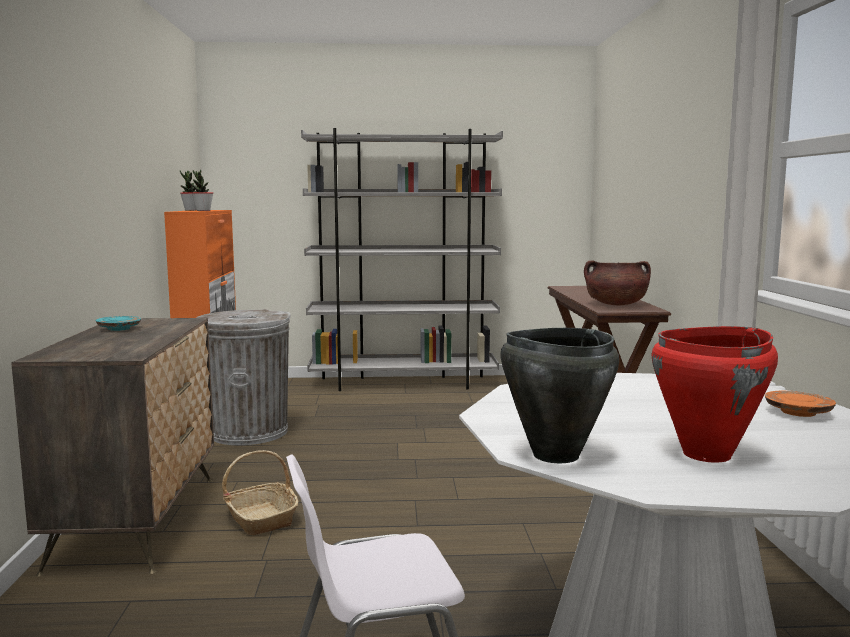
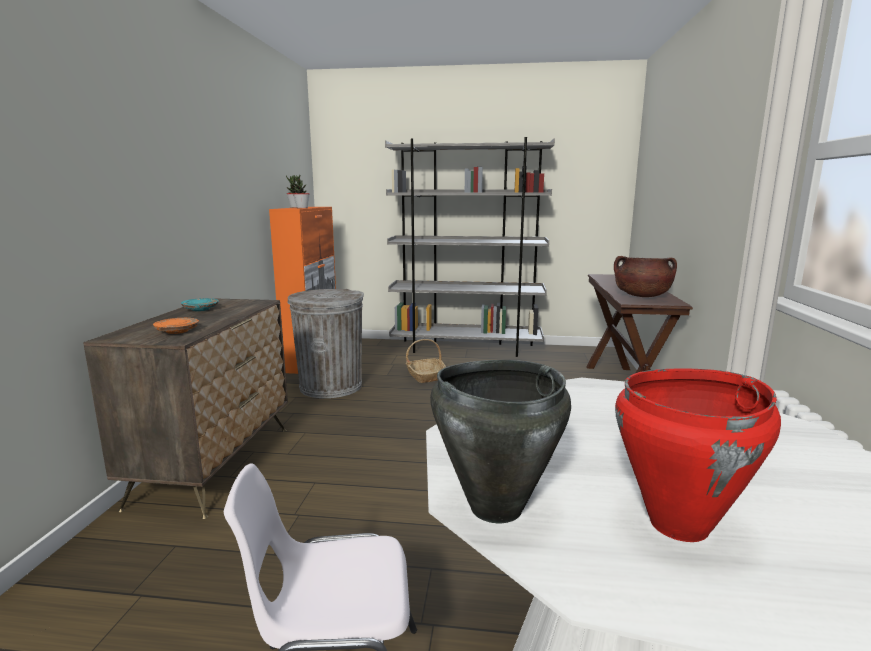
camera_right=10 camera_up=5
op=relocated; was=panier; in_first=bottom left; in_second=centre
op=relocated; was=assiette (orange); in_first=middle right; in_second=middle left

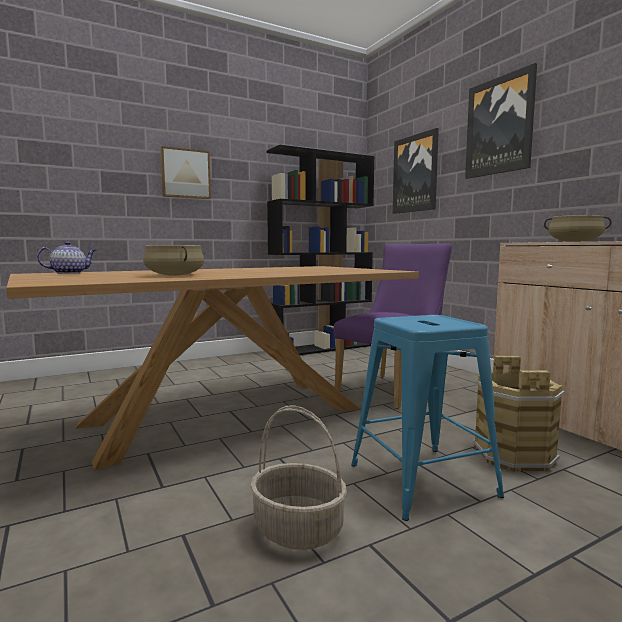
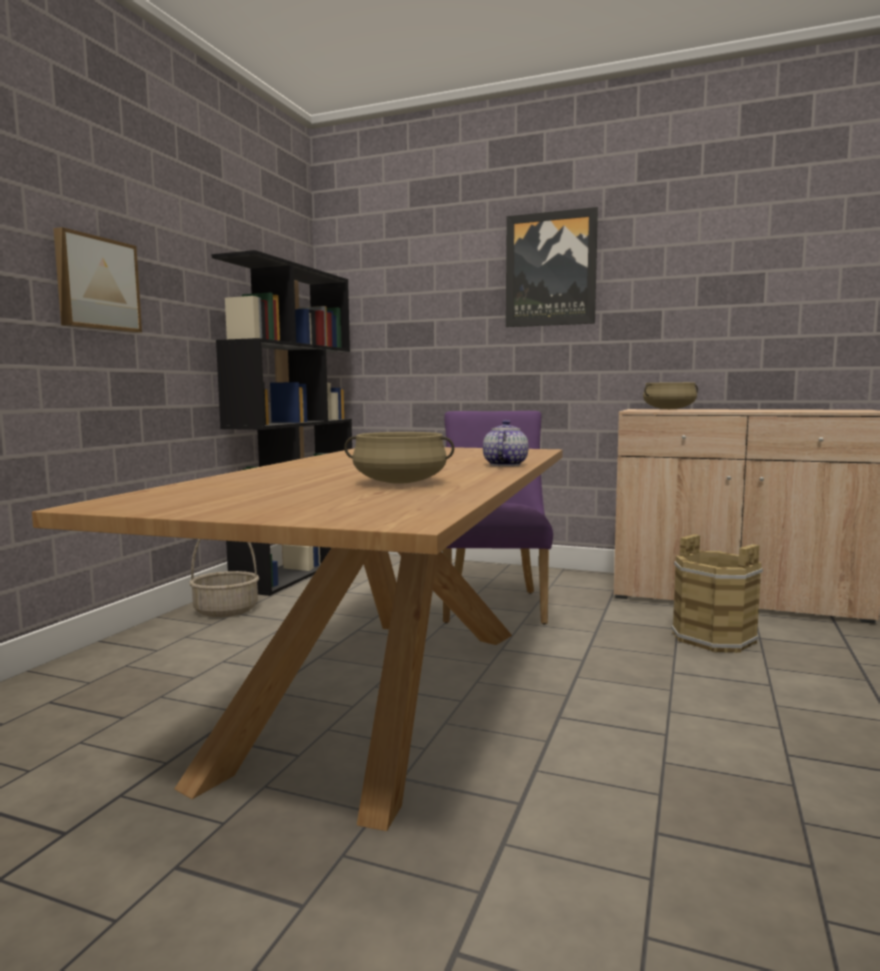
camera_right=-40 camera_up=0
op=relocated; was=théière; in_first=middle left; in_second=centre
op=relocated; was=panier; in_first=bottom centre; in_second=middle left
op=missing; was=tabouret (bleu); in_first=bottom right
op=missing; was=tableau (no. 2 from left); in_first=top right

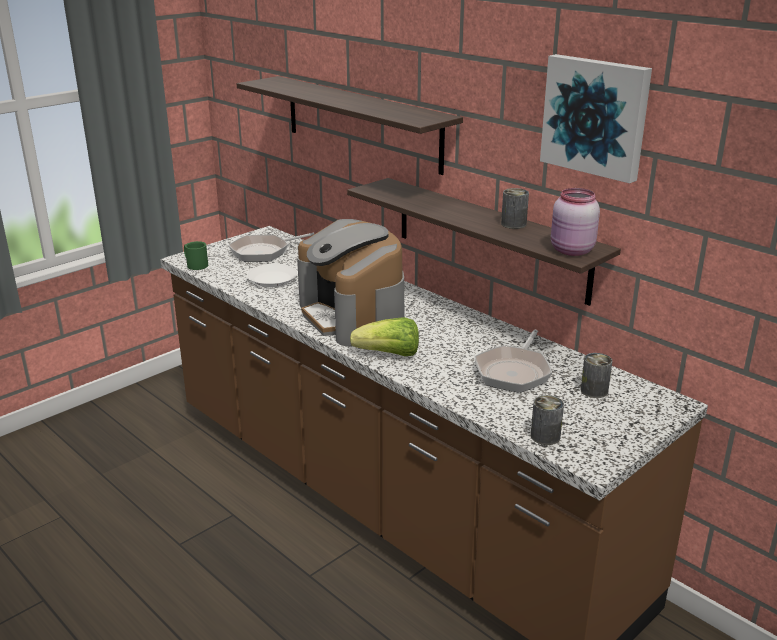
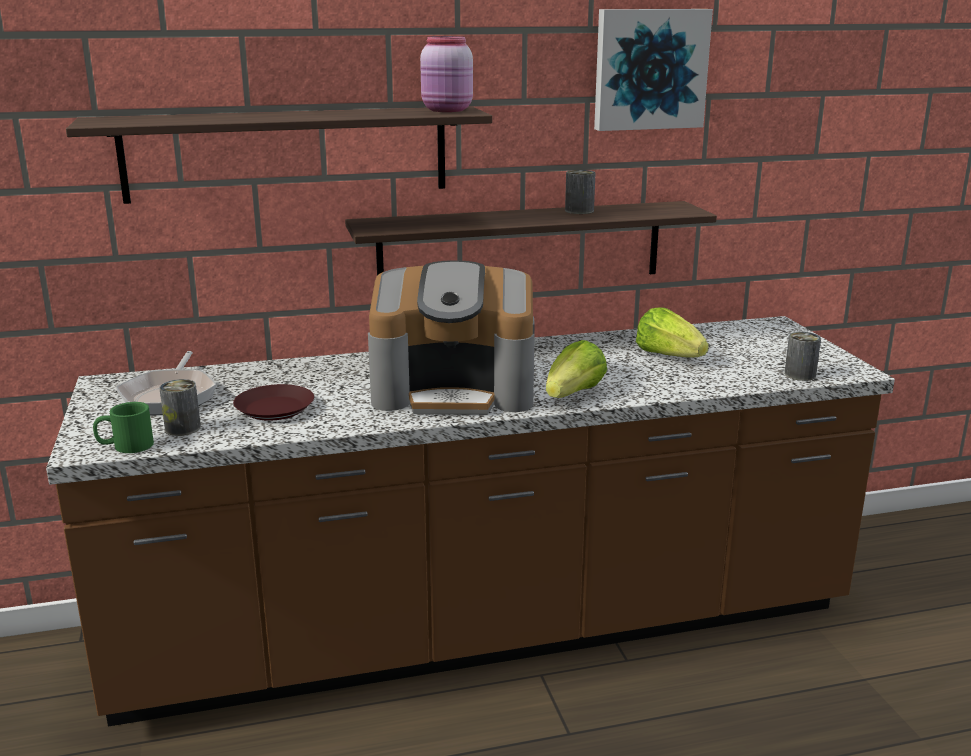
camera_right=-60 camera_up=-5
op=colour; was=assiette (blanc); now=assiette (marron); in_first=centre; in_second=middle left
op=exchanged; was=poêle (no. 2 from left); now=laitue (no. 2 from left); in_first=centre; in_second=middle right
op=relocated; was=bocal (rose); in_first=middle right; in_second=top centre
op=relocated; was=boîte métallique (no. 3 from left in the first image); now=boîte métallique (no. 1 from left); in_first=middle right; in_second=middle left

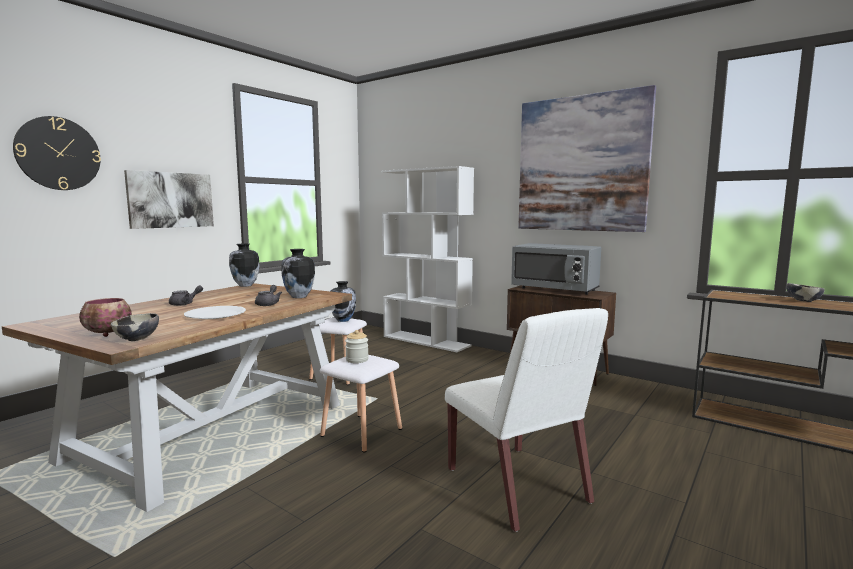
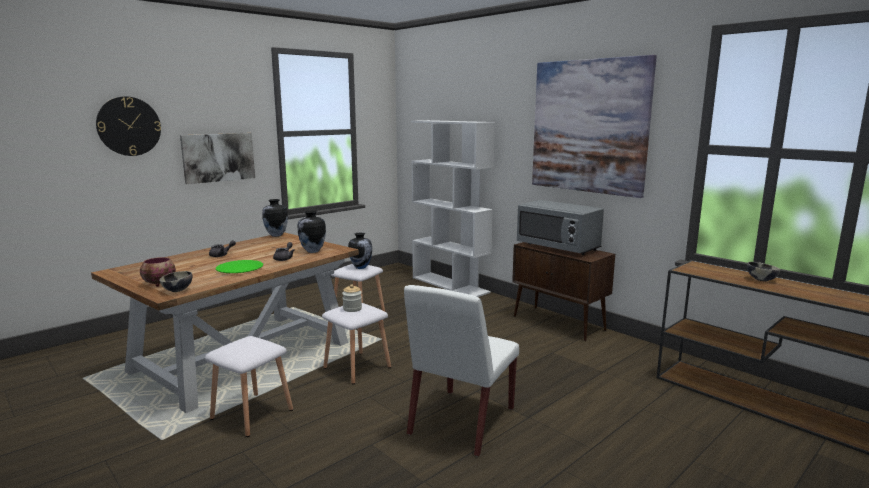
camera_right=10 camera_up=5
op=colour; was=assiette (blanc); now=assiette (vert); in_first=middle left; in_second=middle left
op=spun; was=chaise (blanc); in_first=bottom centre; in_second=bottom centre; clockwise=45
op=appeared; now=tabouret (blanc) (no. 1 from left); in_second=bottom left

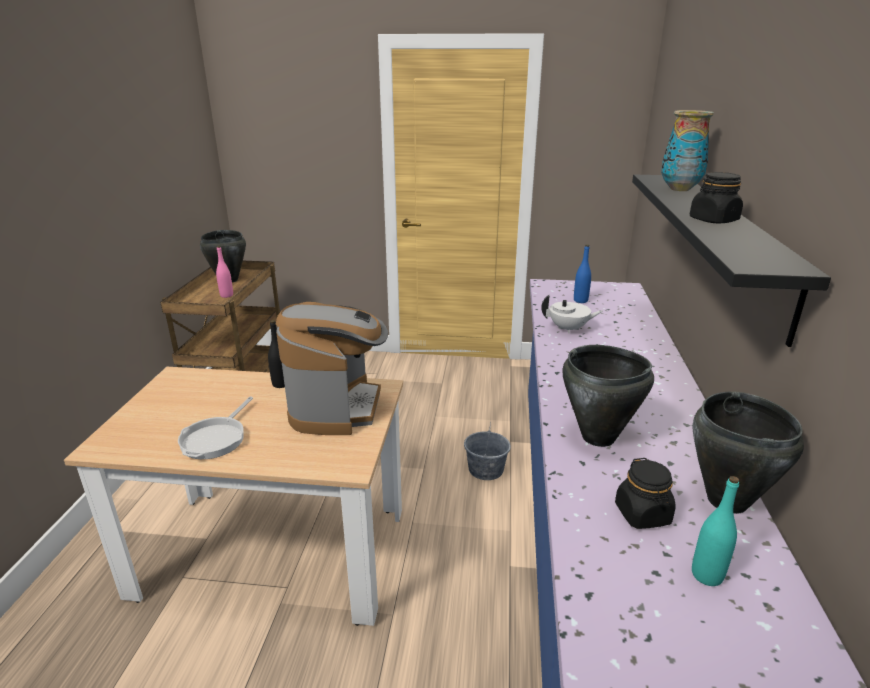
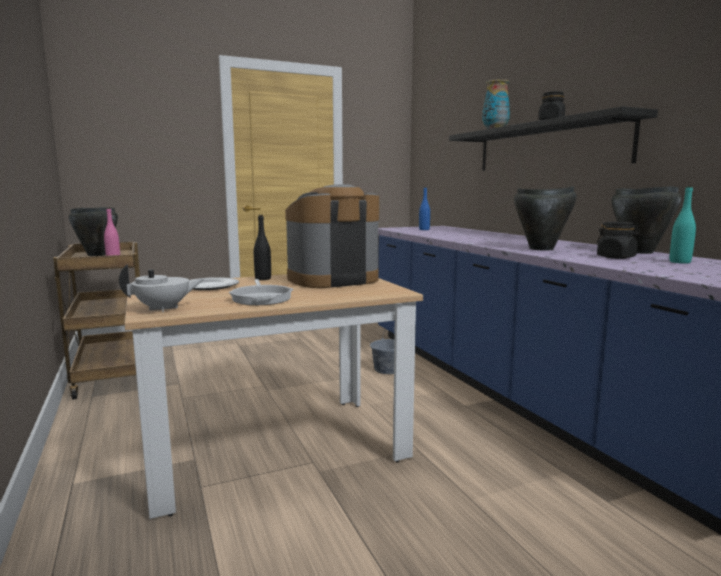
camera_right=-30 camera_up=-15
op=spun; was=machine à café; in_first=centre; in_second=centre; clockwise=-90
op=relocated; was=théière (blanc); in_first=centre; in_second=middle left
op=appeared; now=assiette; in_second=middle left

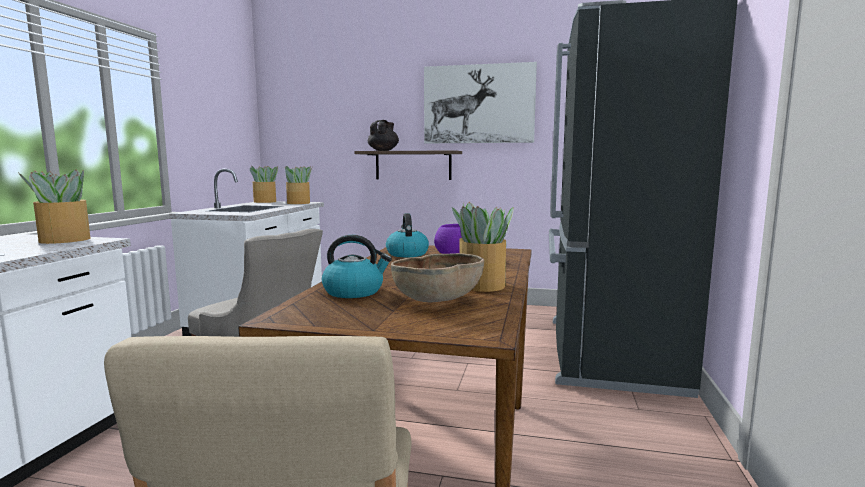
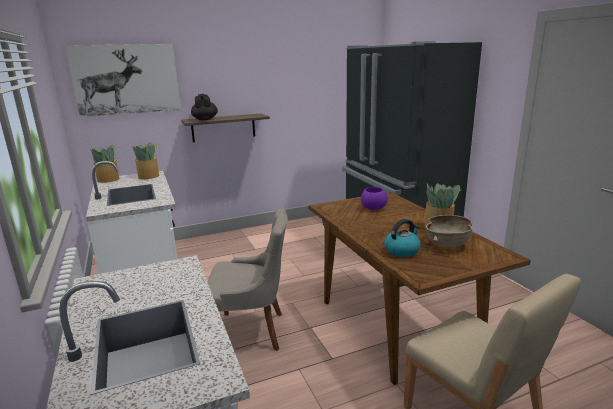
camera_right=-35 camera_up=10
op=missing; was=plante en pot (no. 1 from left); in_first=middle left
op=missing; was=bouilloire (no. 2 from left); in_first=centre
op=relocated; was=tableau; in_first=top centre; in_second=top left

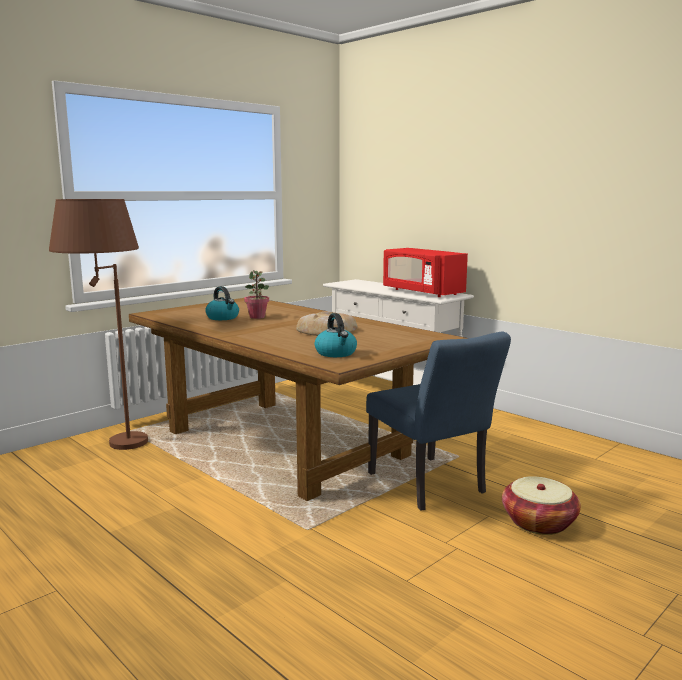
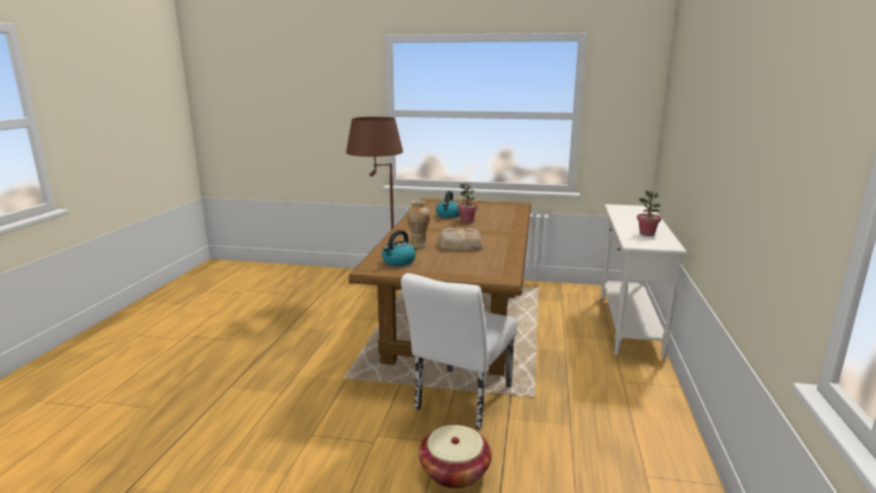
camera_right=55 camera_up=5
op=colour; was=chaise (bleu); now=chaise (blanc); in_first=centre; in_second=bottom centre
op=exchanged; was=micro-ondes (rouge); now=plante en pot (no. 2 from left); in_first=centre; in_second=middle right
op=appeared; now=vase; in_second=centre

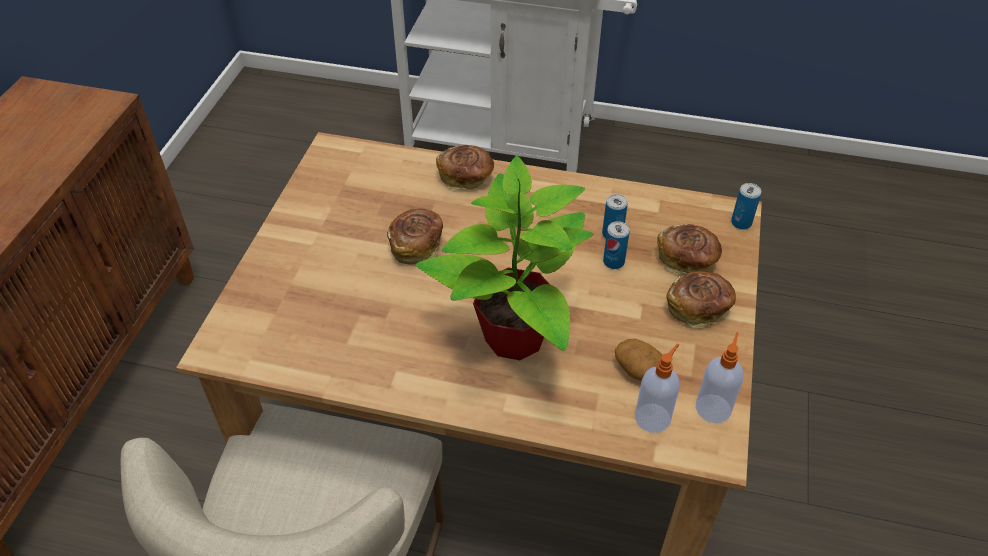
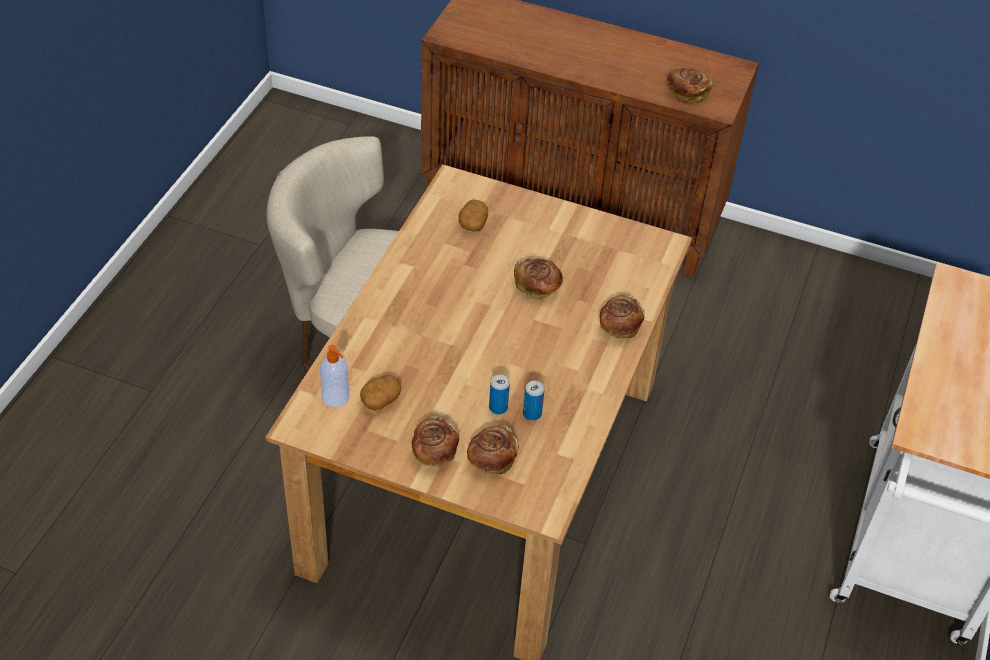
camera_right=95 camera_up=0
op=missing; was=plante en pot; in_first=centre
op=missing; was=distributeur de savon (no. 2 from left); in_first=bottom right
op=missing; was=boîte métallique (no. 3 from left); in_first=middle right
op=appeared; now=pomme de terre (no. 2 from left); in_second=top centre
op=appeared; now=pain (no. 5 from left); in_second=top right

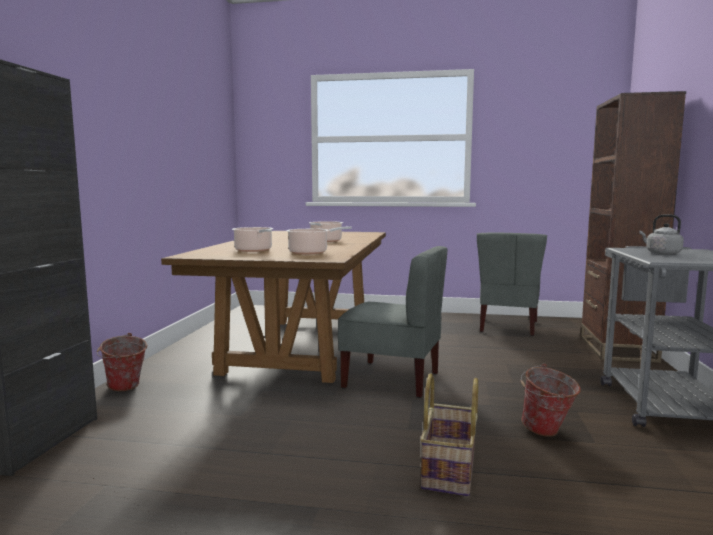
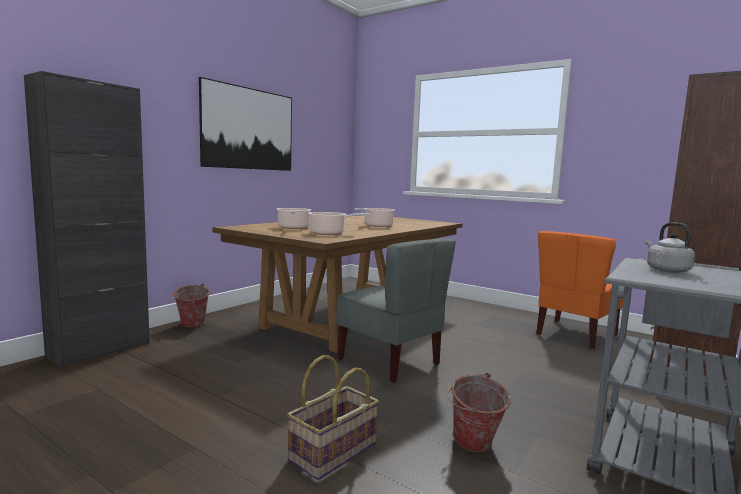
camera_right=25 camera_up=0
op=colour; was=chaise (gris) (no. 2 from left); now=chaise (orange); in_first=middle right; in_second=middle right
op=appeared; now=tableau; in_second=top left

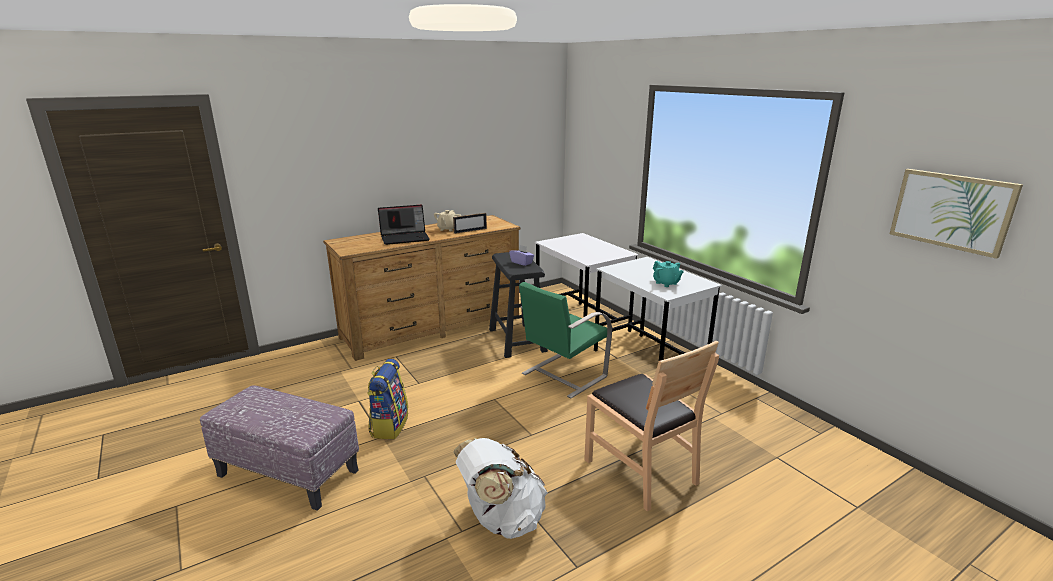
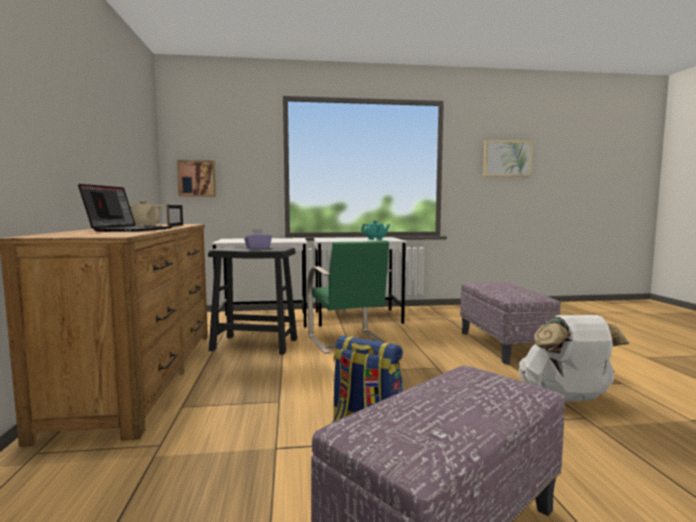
camera_right=-65 camera_up=-15
op=exchanged; was=chaise (marron); now=pouf (no. 2 from left); in_first=bottom centre; in_second=middle right
op=appeared; now=tableau (no. 1 from left); in_second=middle left

